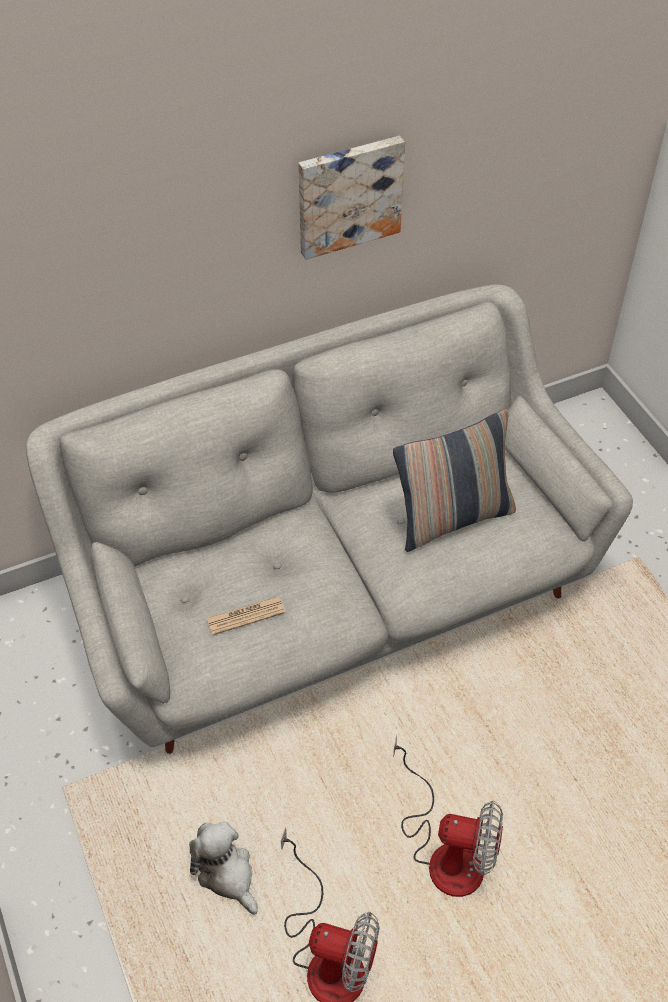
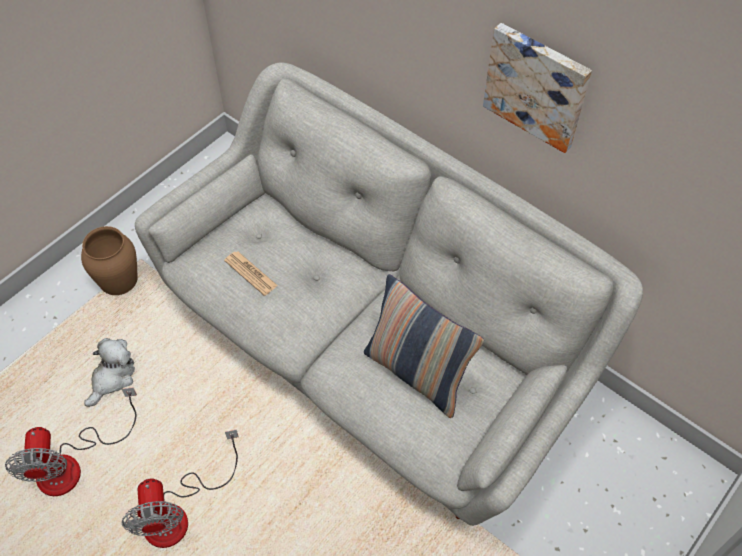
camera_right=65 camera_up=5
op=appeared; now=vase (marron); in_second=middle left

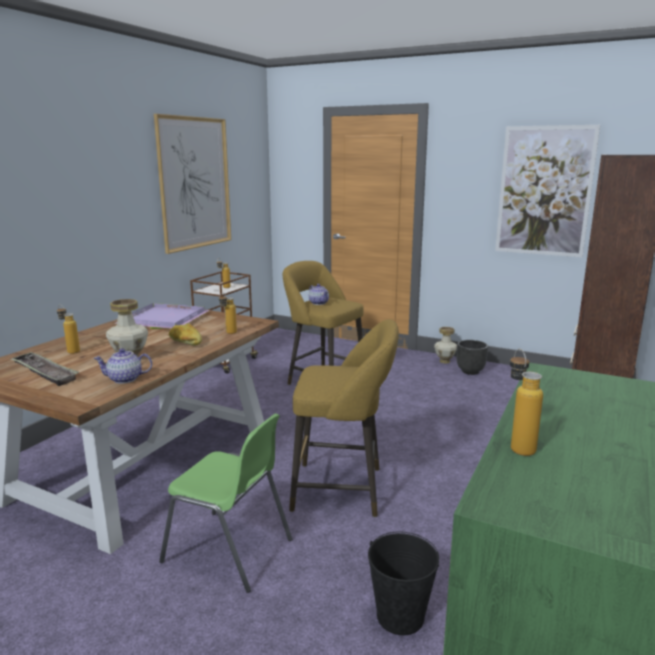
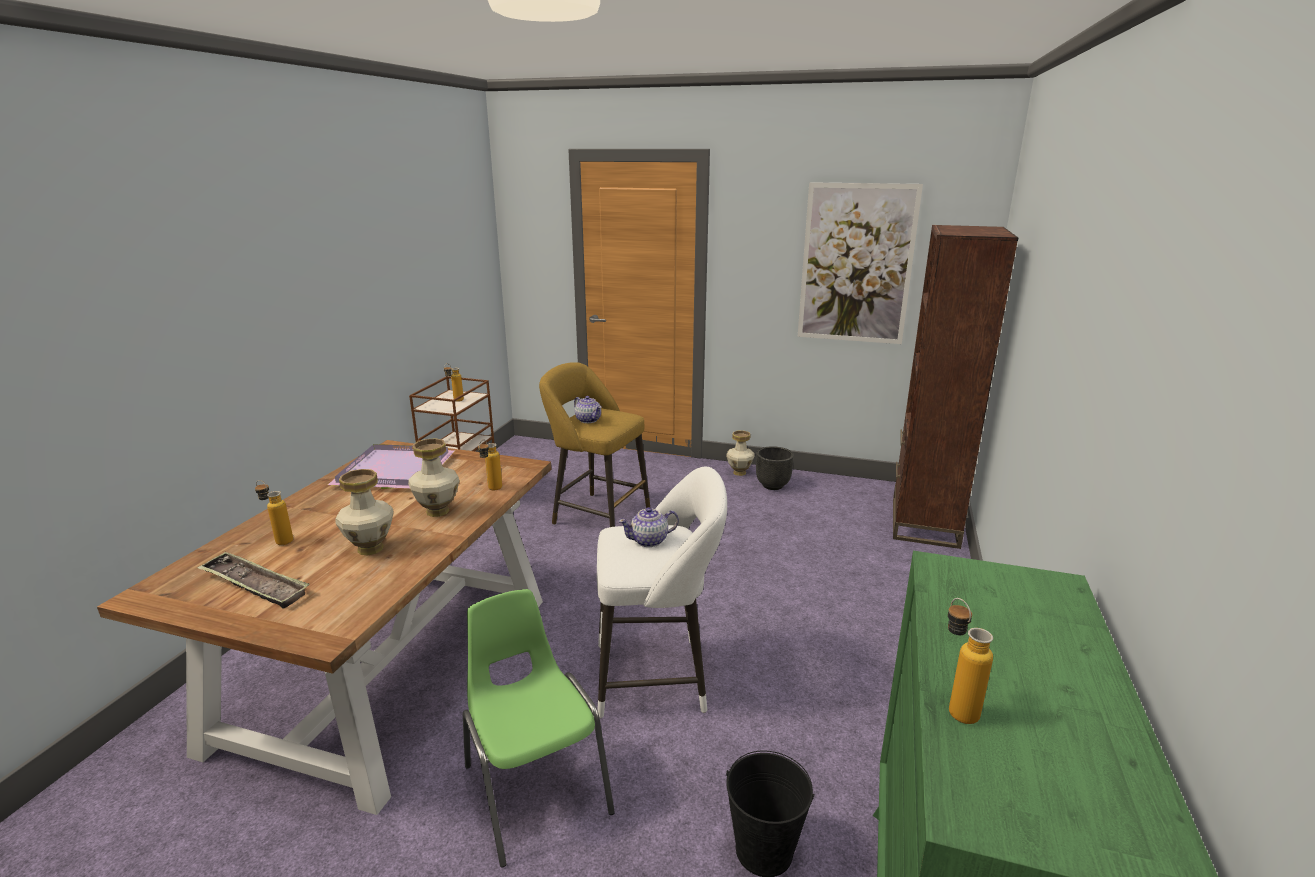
camera_right=-10 camera_up=5
op=relocated; was=théière (no. 1 from left in the first image); now=théière (no. 2 from left); in_first=middle left; in_second=centre
op=missing; was=tableau (no. 1 from left); in_first=top left
op=spun; was=chaise (vert); in_first=bottom centre; in_second=bottom centre; clockwise=-135
op=exchanged; was=pain; now=vase (no. 2 from left); in_first=middle left; in_second=middle left
op=colour; was=tabouret (jaune) (no. 2 from left); now=tabouret (blanc); in_first=centre; in_second=bottom centre

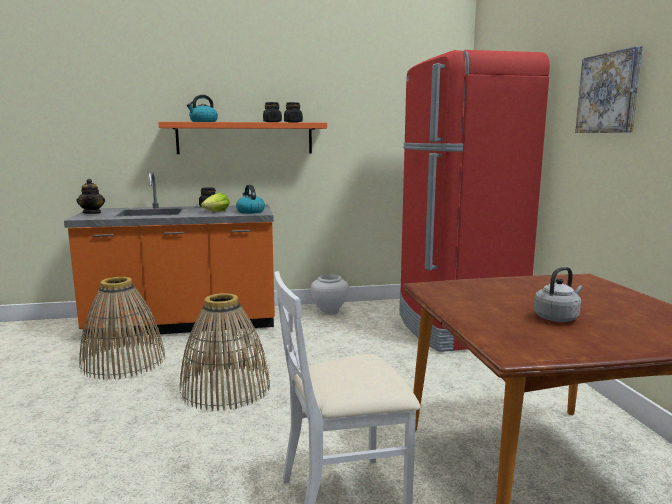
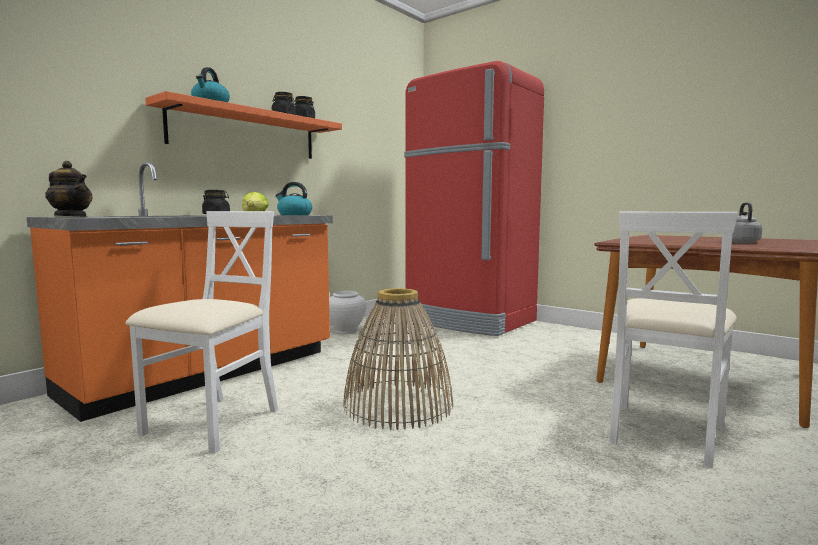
camera_right=-40 camera_up=-5
op=exchanged; was=panier (no. 1 from left); now=chaise (blanc) (no. 1 from left); in_first=middle left; in_second=middle left
op=missing; was=tableau; in_first=top right

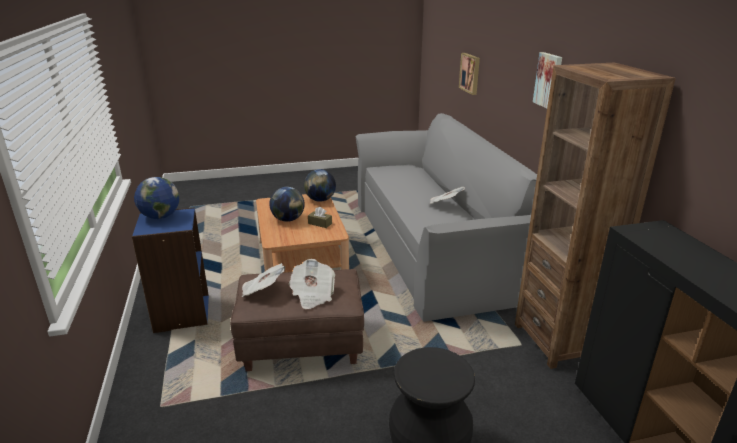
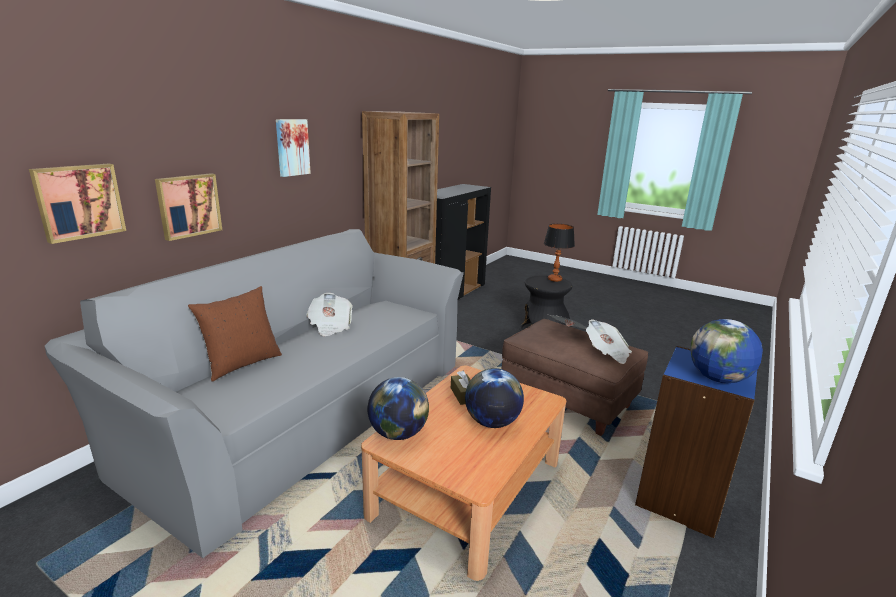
camera_right=-135 camera_up=-5
op=appeared; now=tableau (no. 2 from left); in_second=middle left
op=appeared; now=coussin (marron); in_second=middle left
op=appeared; now=lampe de table; in_second=centre

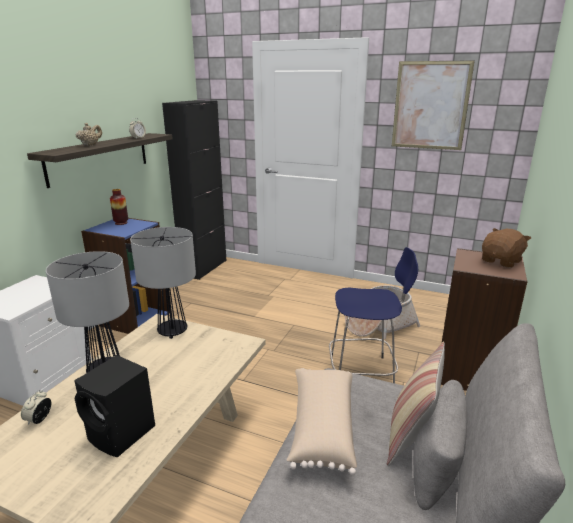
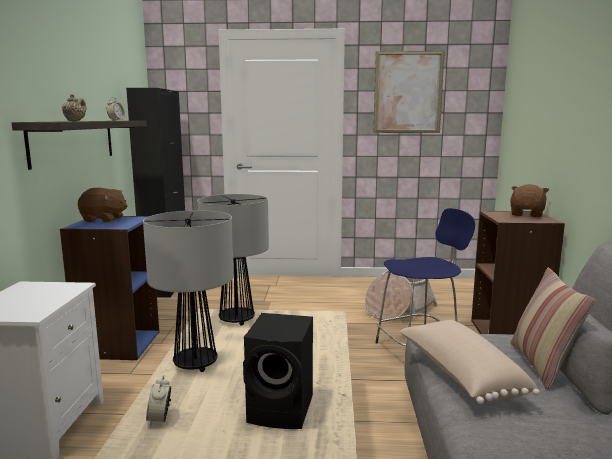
camera_right=-20 camera_up=-10
op=exchanged; was=vase; now=peluche (marron) (no. 1 from left); in_first=middle left; in_second=middle left

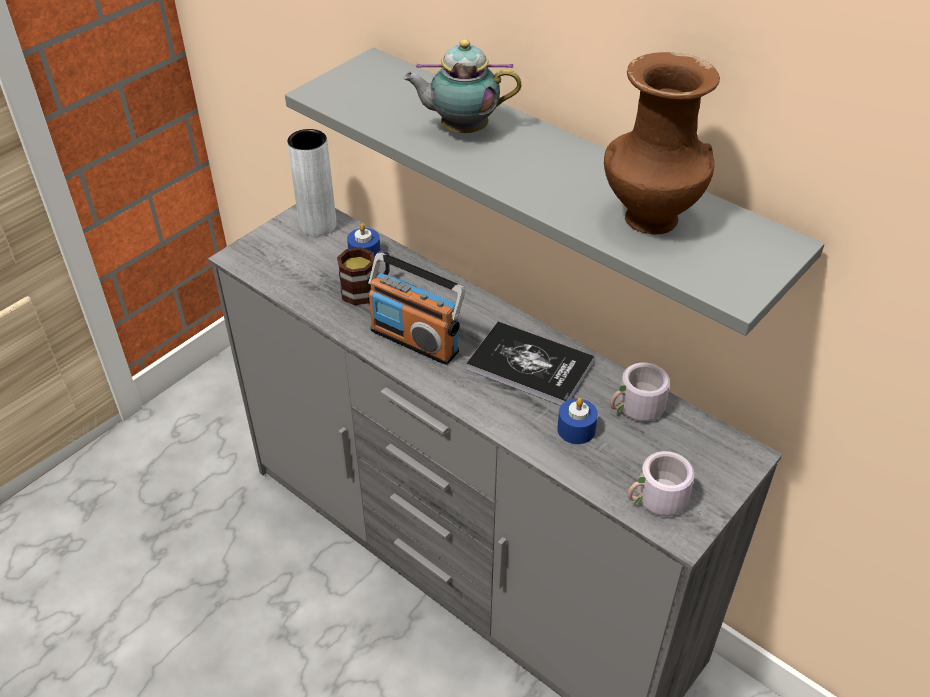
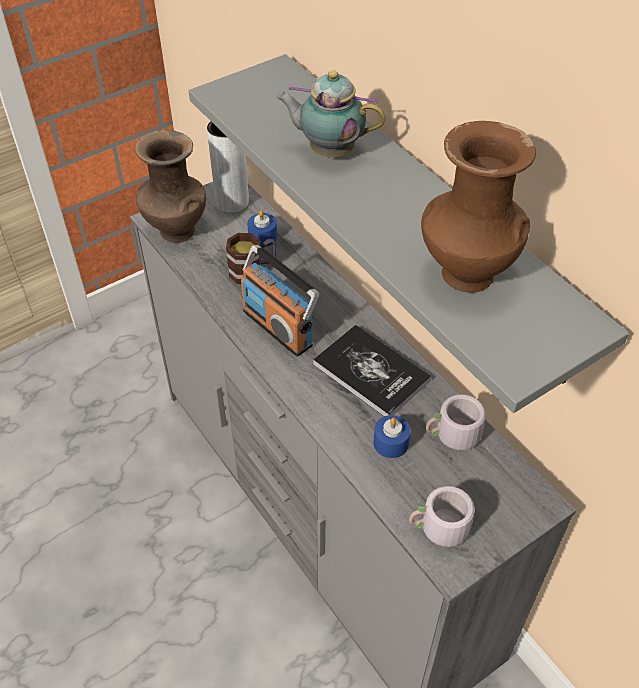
camera_right=15 camera_up=5
op=appeared; now=vase (marron) (no. 1 from left); in_second=top left

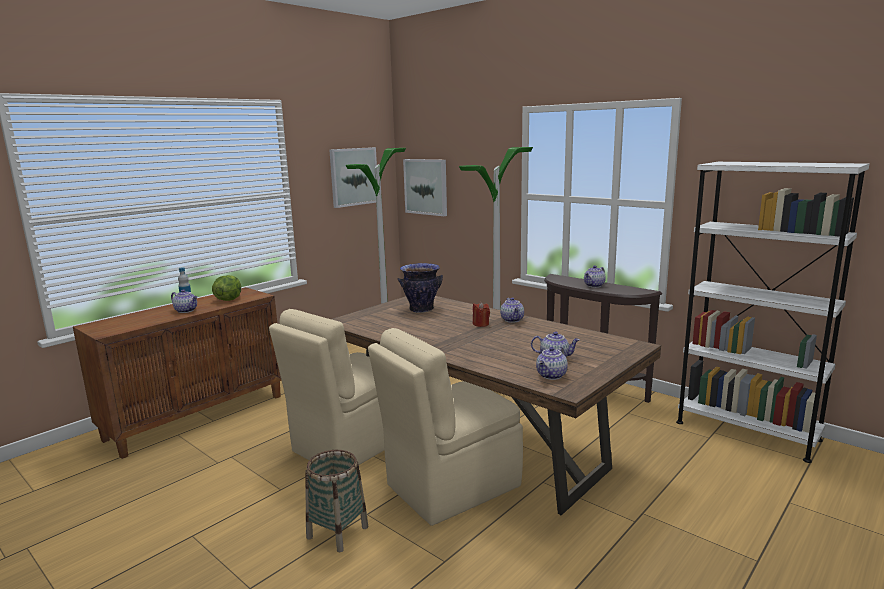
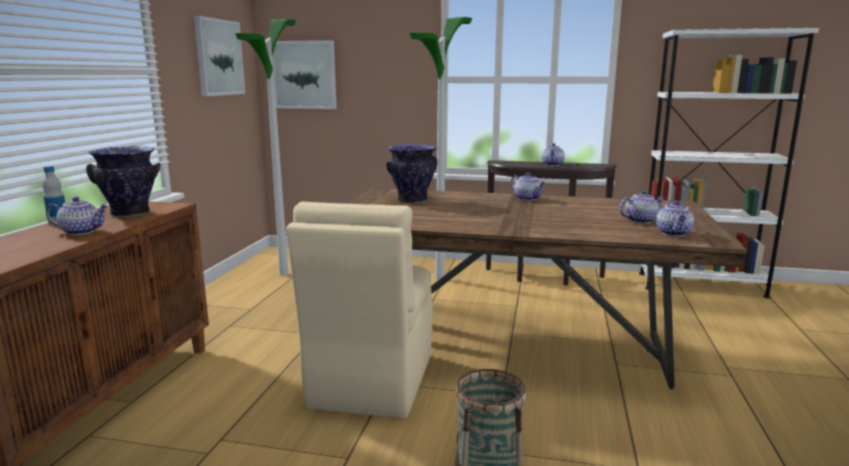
camera_right=-30 camera_up=0
op=exchanged; was=laitue; now=vase (no. 1 from left); in_first=middle left; in_second=middle left
op=missing; was=chaise (beige) (no. 2 from left); in_first=bottom centre
op=missing; was=bougie (rouge); in_first=centre

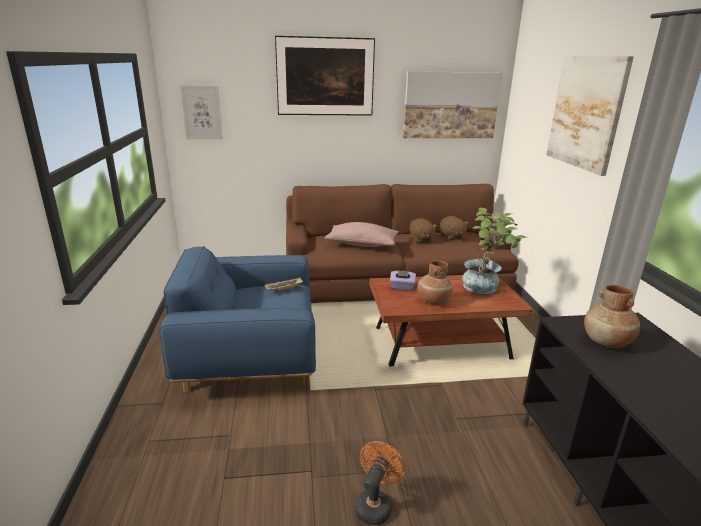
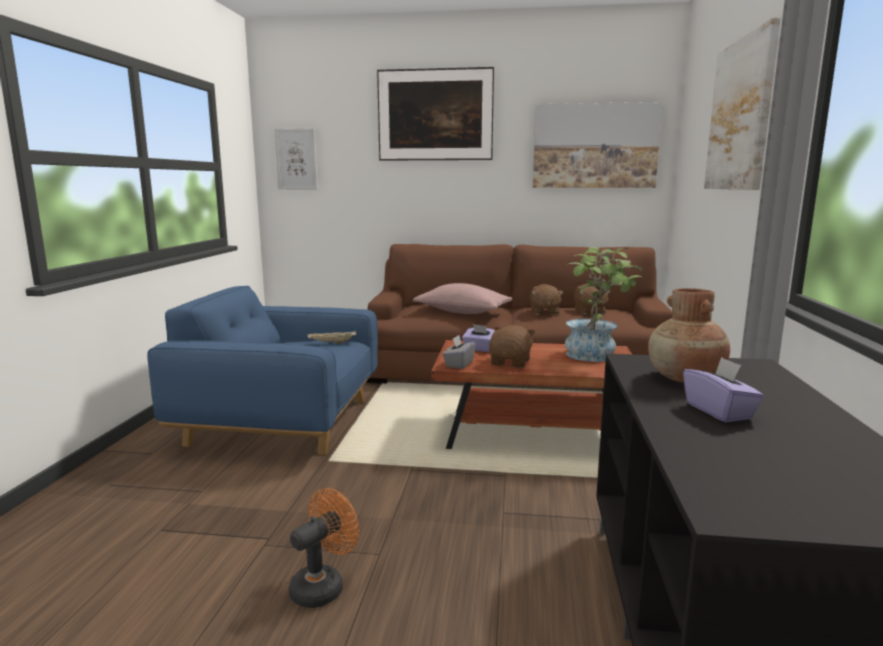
camera_right=15 camera_up=-10
op=exchanged; was=vase (marron) (no. 1 from left); now=peluche (marron) (no. 1 from left); in_first=centre; in_second=centre
op=appeared; now=boîte à mouchoirs (gris); in_second=centre
op=appeared; now=boîte à mouchoirs (violet) (no. 2 from left); in_second=middle right

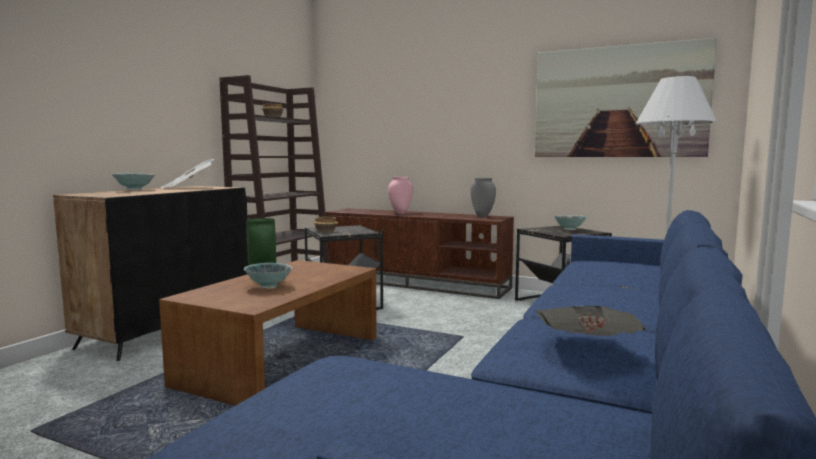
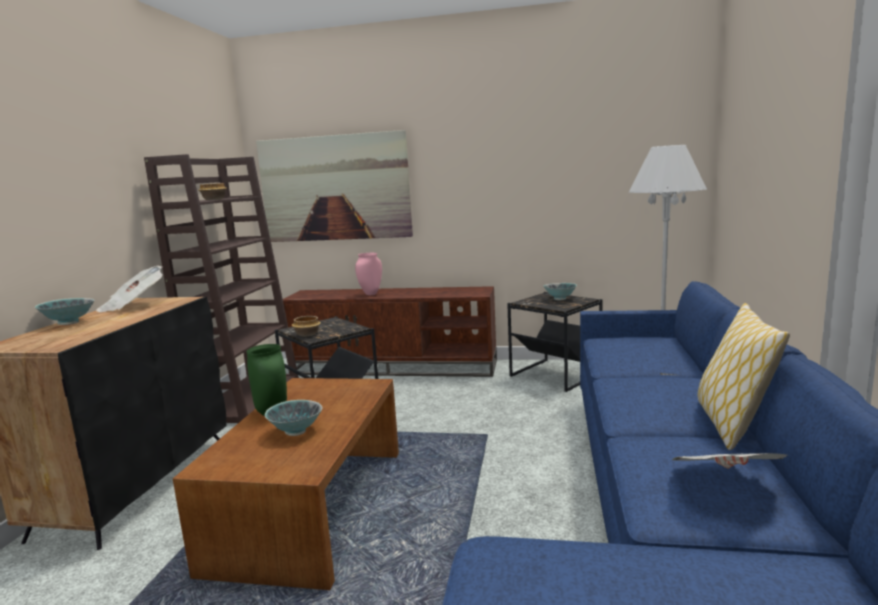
camera_right=-15 camera_up=5
op=missing; was=vase (gris); in_first=centre
op=relocated; was=tableau; in_first=top right; in_second=top centre
op=appeared; now=coussin; in_second=middle right

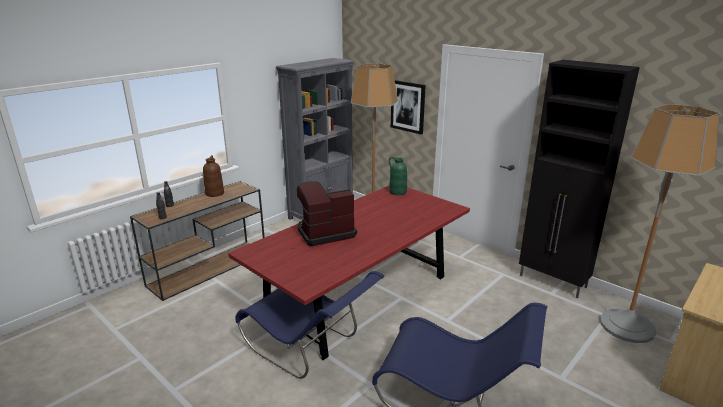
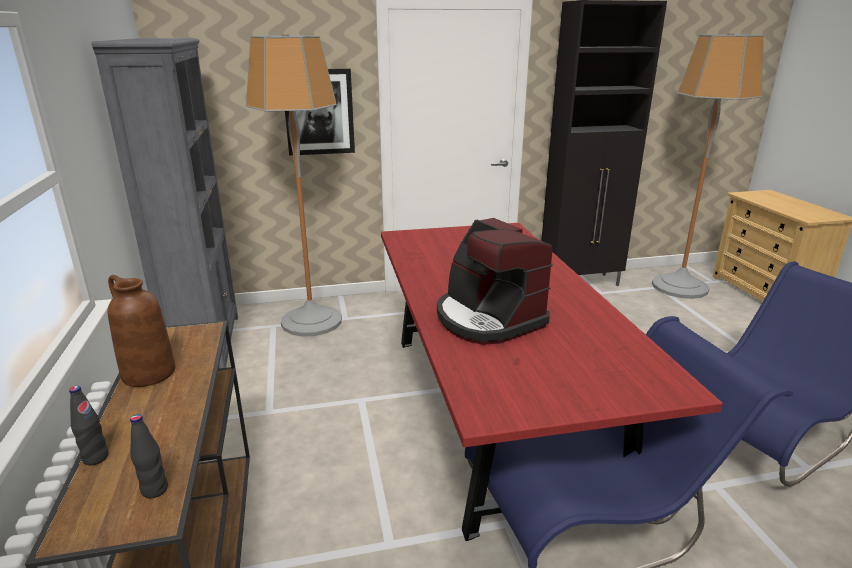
camera_right=-55 camera_up=0
op=spun; was=machine à café; in_first=centre; in_second=centre; clockwise=-45
op=missing; was=vase (vert); in_first=centre

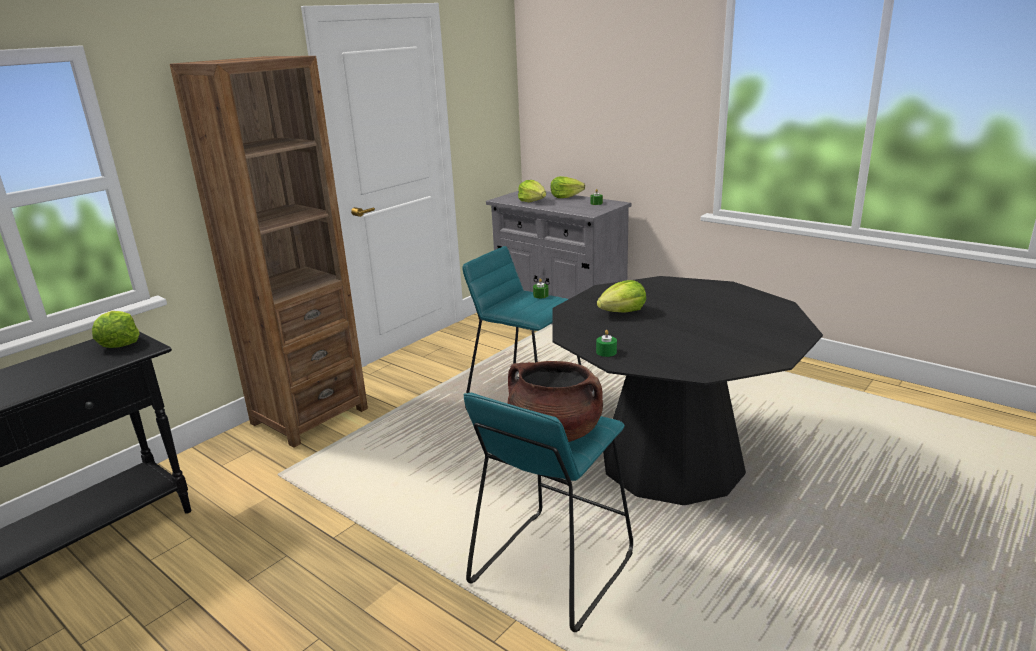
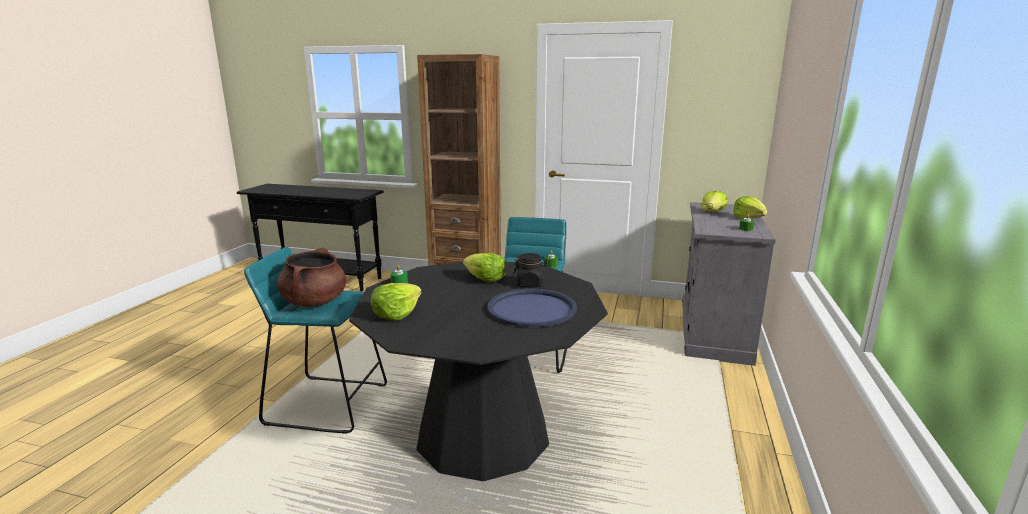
camera_right=65 camera_up=-5
op=relocated; was=laitue (no. 1 from left); in_first=middle left; in_second=centre
op=appeared; now=plateau (bleu); in_second=centre
op=appeared; now=bocal (noir); in_second=centre

